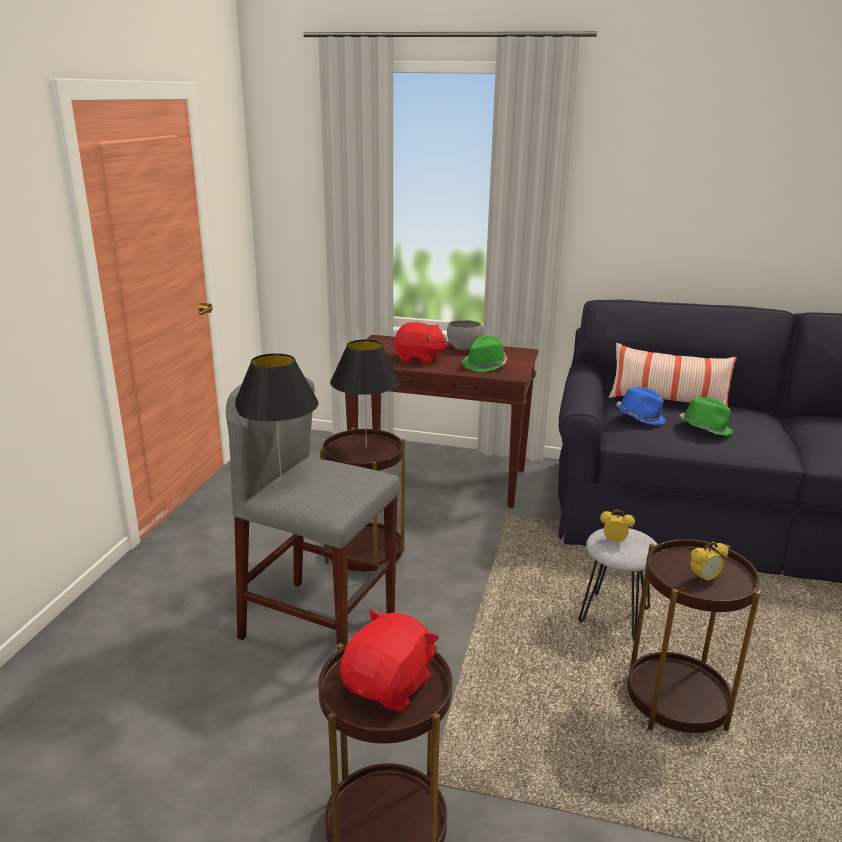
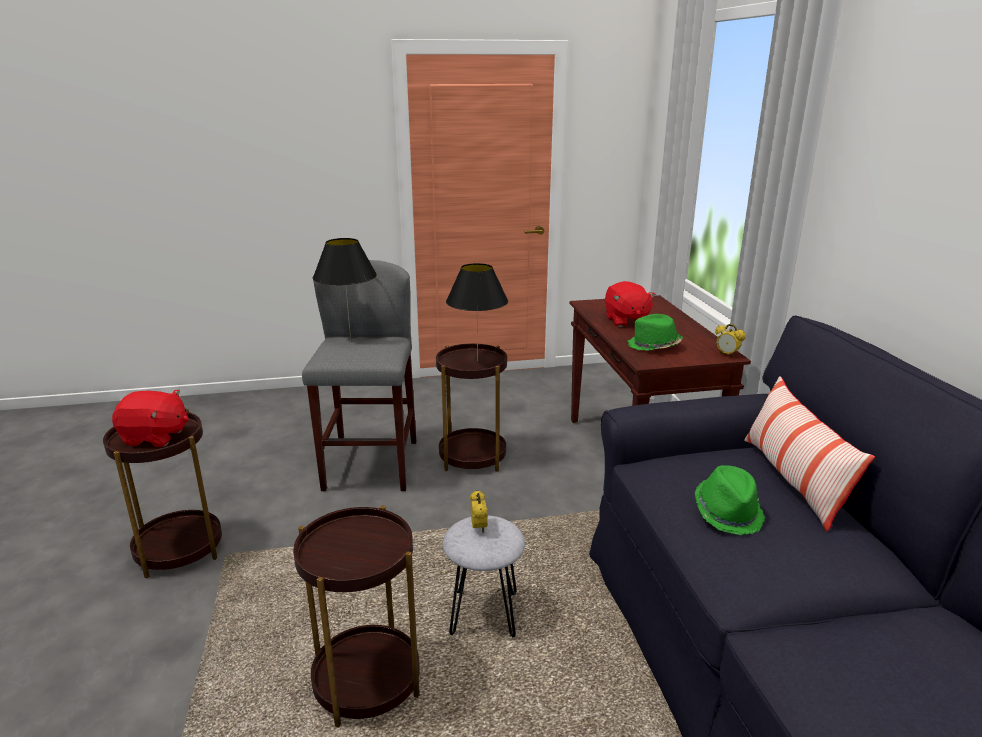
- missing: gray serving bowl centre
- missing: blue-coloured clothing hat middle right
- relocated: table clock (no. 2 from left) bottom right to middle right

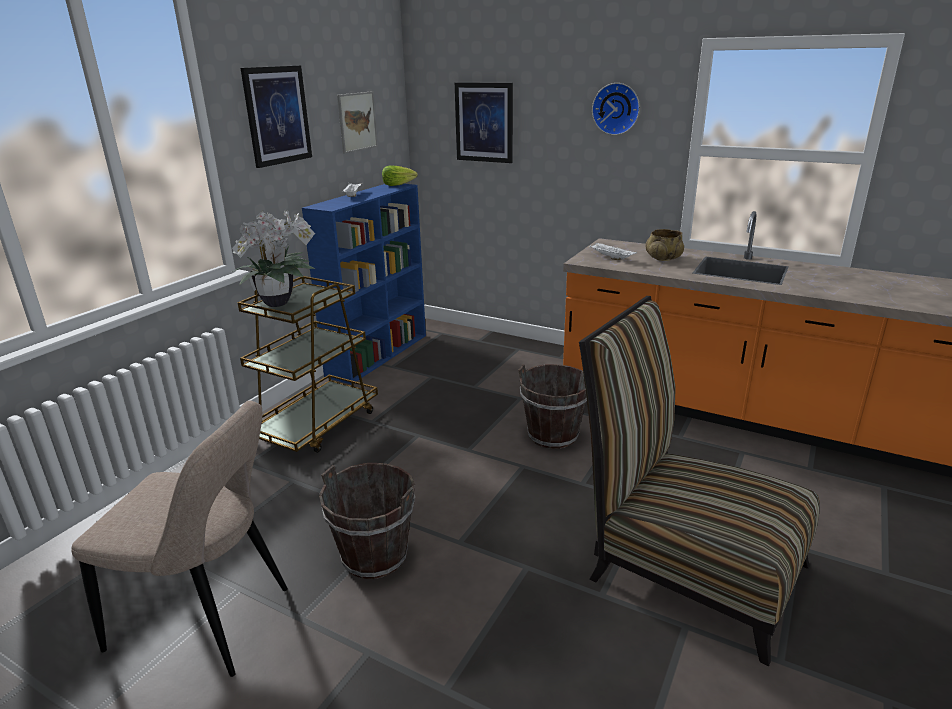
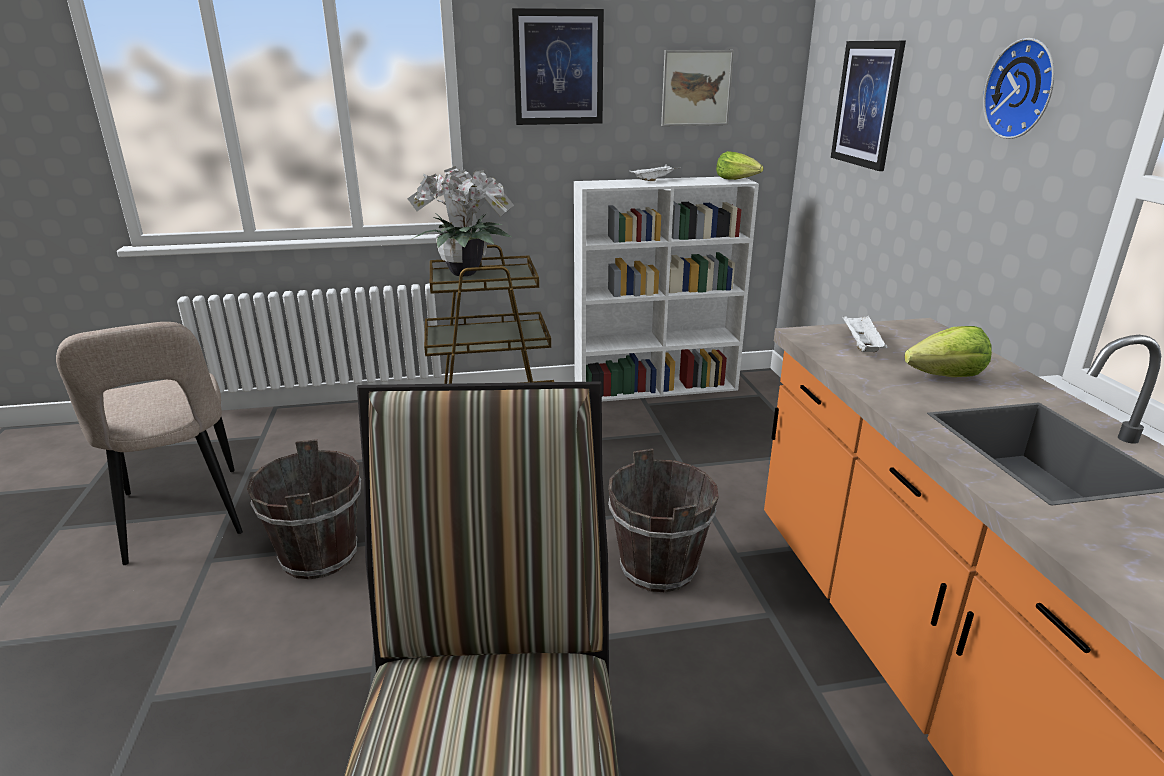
- colour: blue-coloured bookshelf centre to white bookshelf centre
- exchanged: beige serving bowl middle right to lettuce (no. 2 from left) middle right

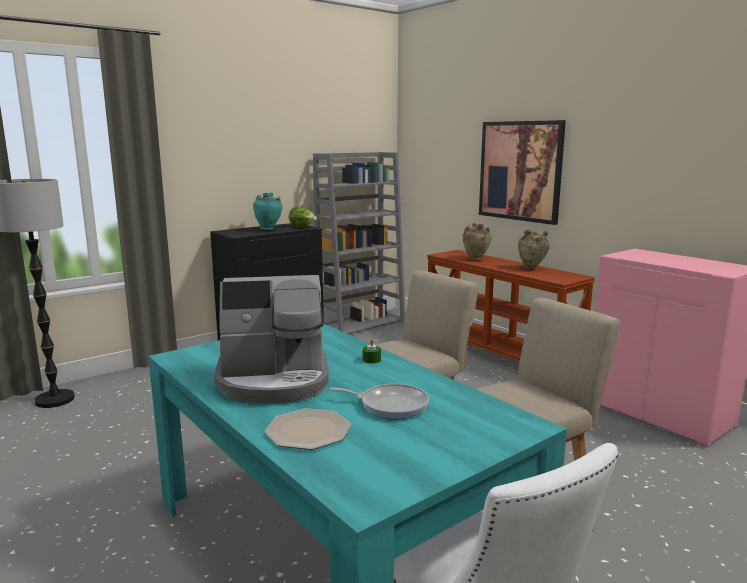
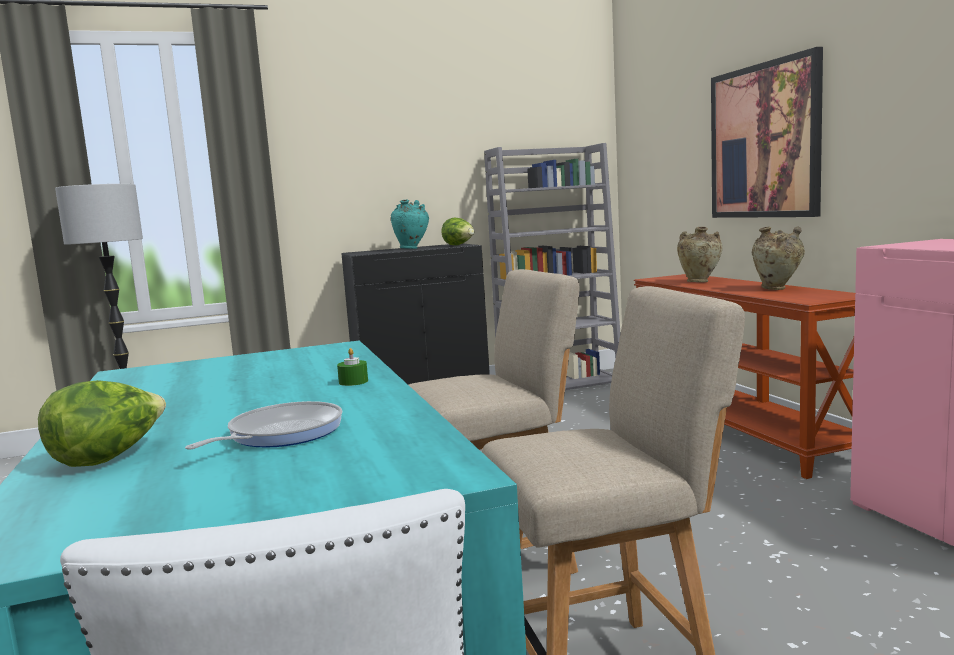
- missing: coffee maker centre
- spun: pan bottom centre = middle left 90 degrees counterclockwise
- exchanged: flat dish bottom centre to lettuce (no. 1 from left) middle left

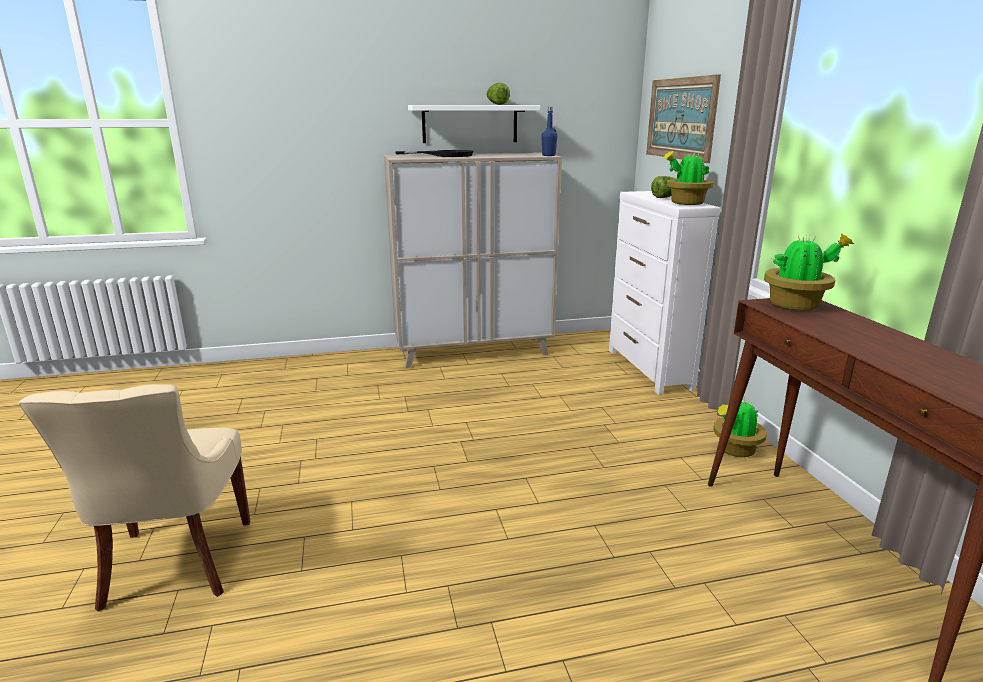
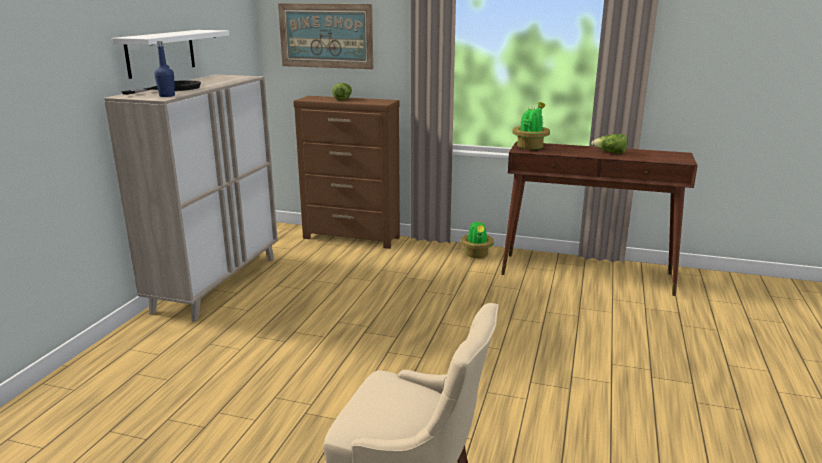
- relocated: lettuce (no. 1 from left in the first image) top centre to lettuce (no. 2 from left) top right
- relocated: blue-coloured bottle top centre to top left
- missing: houseplant (no. 1 from left) top right
- colour: white chest of drawers middle right to brown-coloured chest of drawers centre

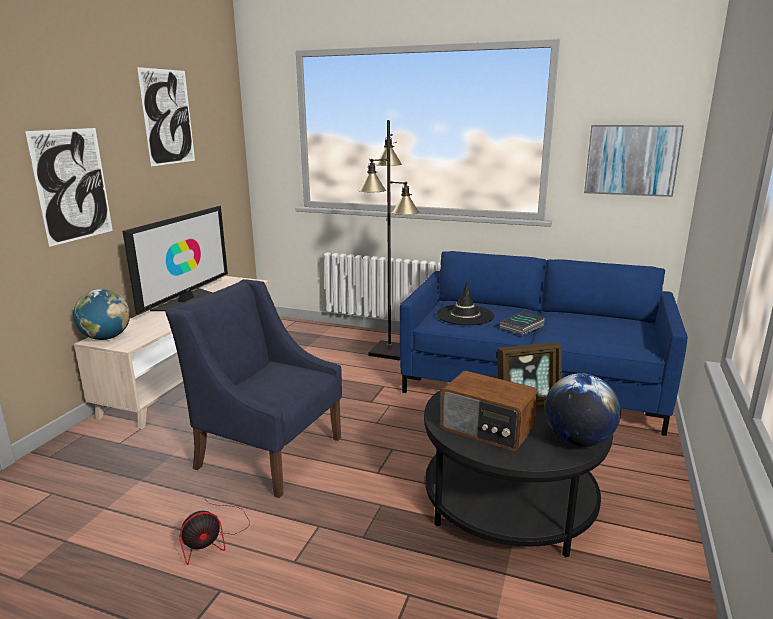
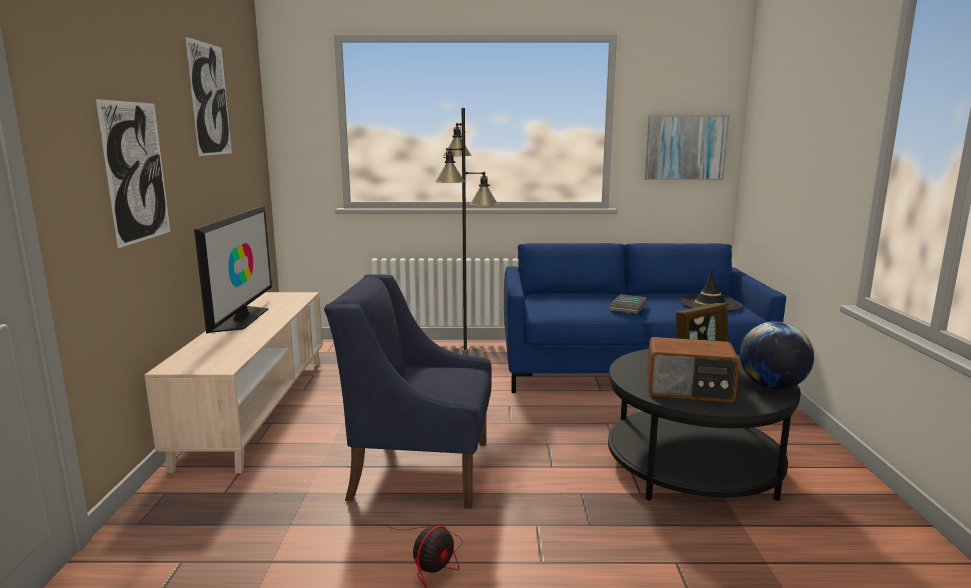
- relocated: black-coloured clothing hat centre to middle right
- missing: desk globe (no. 1 from left) middle left

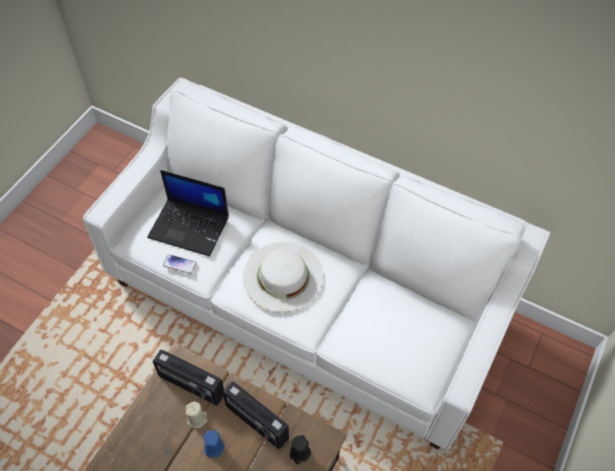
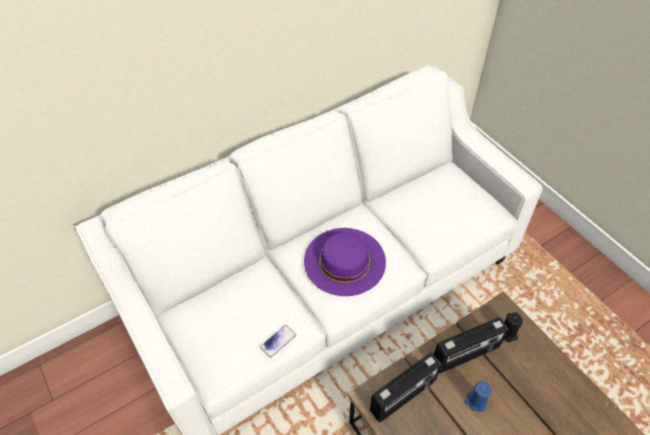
- missing: laptop middle left
- colour: white clothing hat centre to purple-coloured clothing hat centre
- missing: beige wax light bottom left

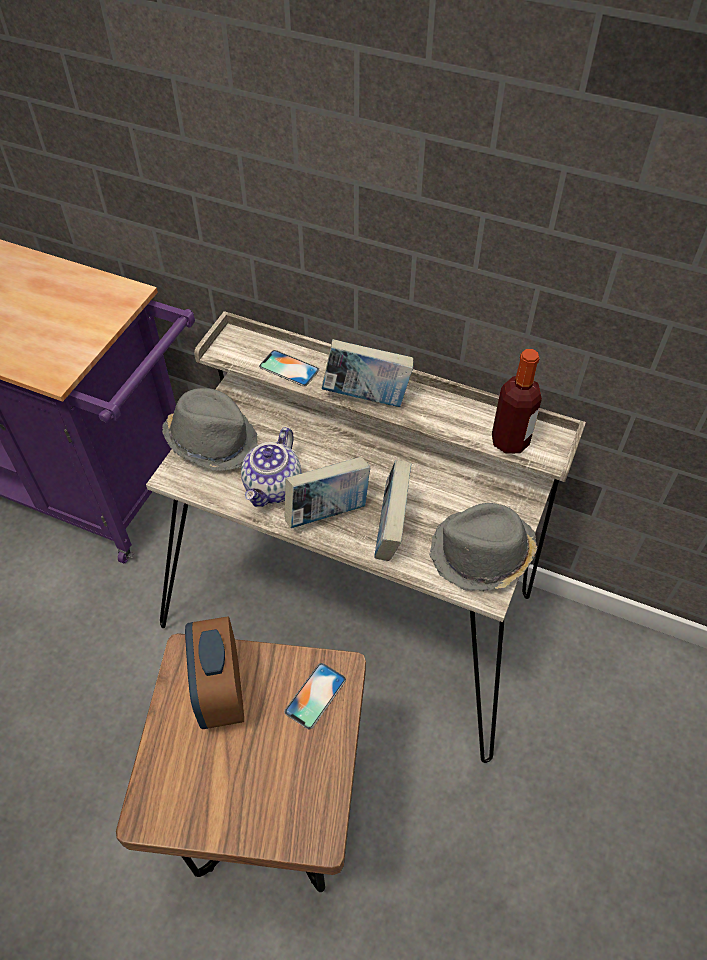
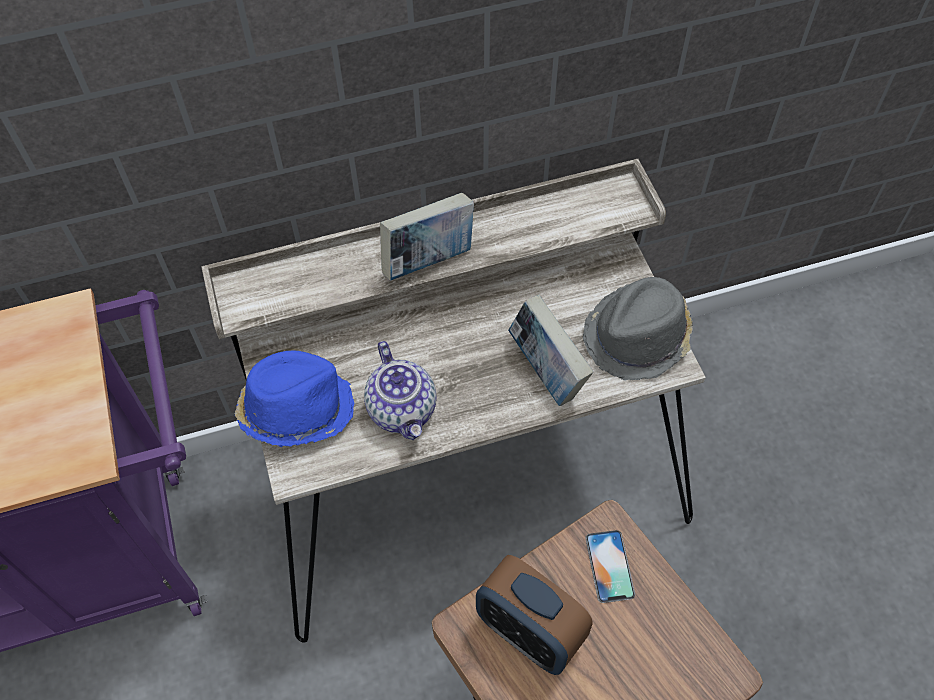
- missing: bottle middle right
- missing: telephone (no. 1 from left) centre
- colour: gray clothing hat (no. 1 from left) middle left to blue-coloured clothing hat middle left
- missing: book (no. 1 from left) centre

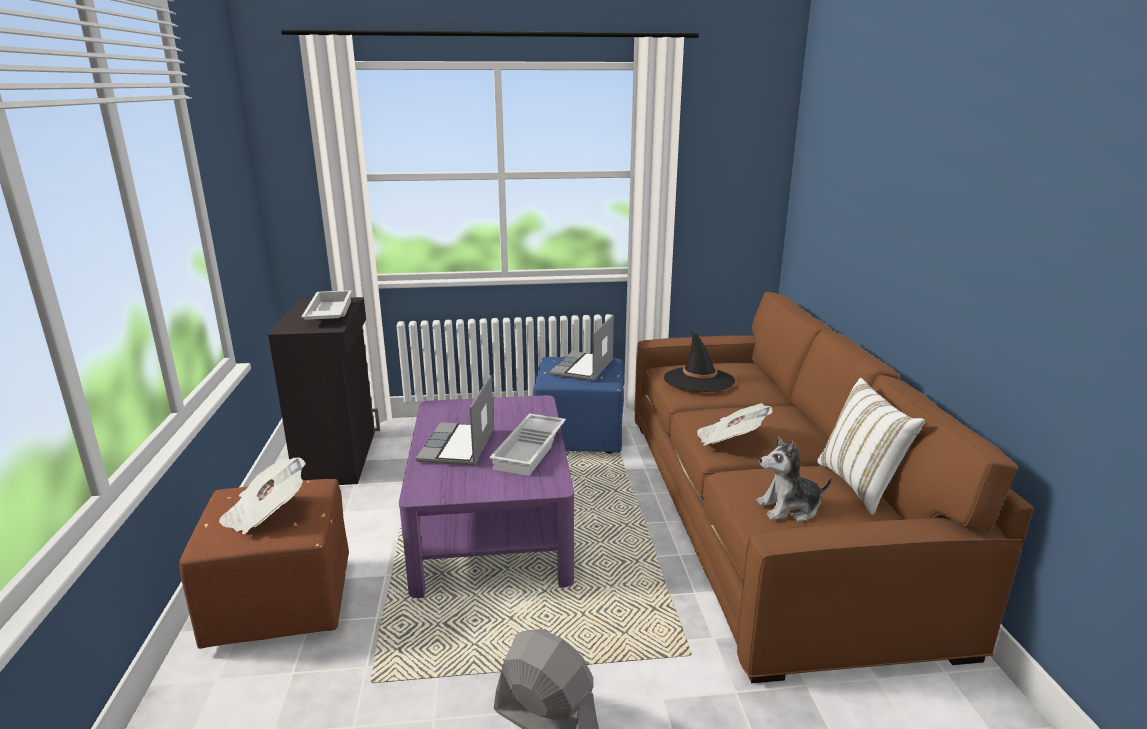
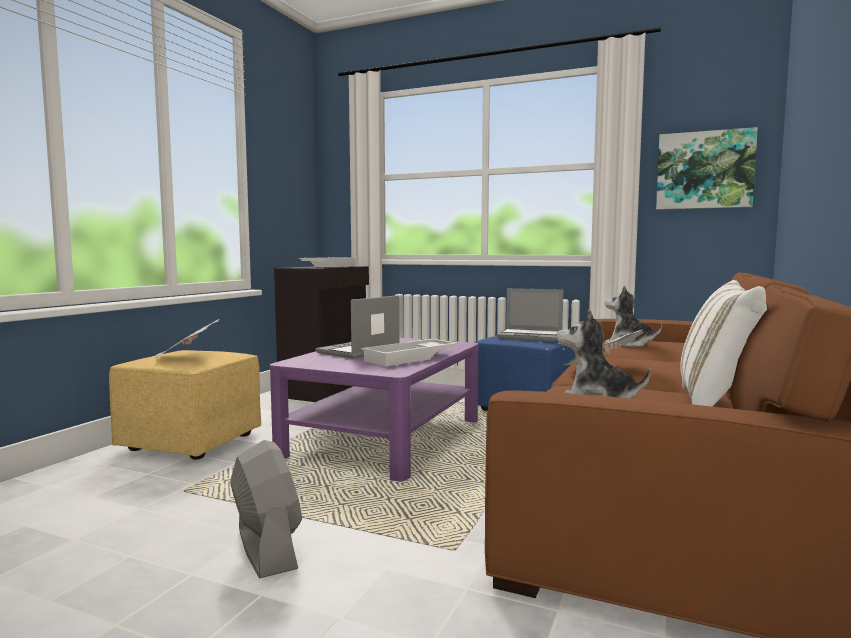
- spun: laptop (no. 2 from left) centre = centre 120 degrees counterclockwise
- exchanged: black-coloured clothing hat centre to cuddly toy (no. 2 from left) middle right
- colour: brown-coloured pouffe bottom left to yellowish pouffe middle left
- appeared: picture top right

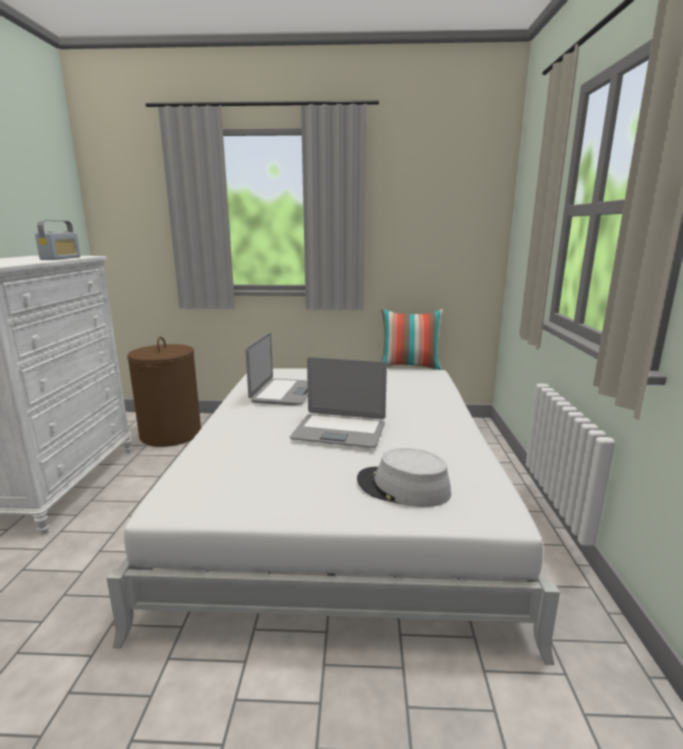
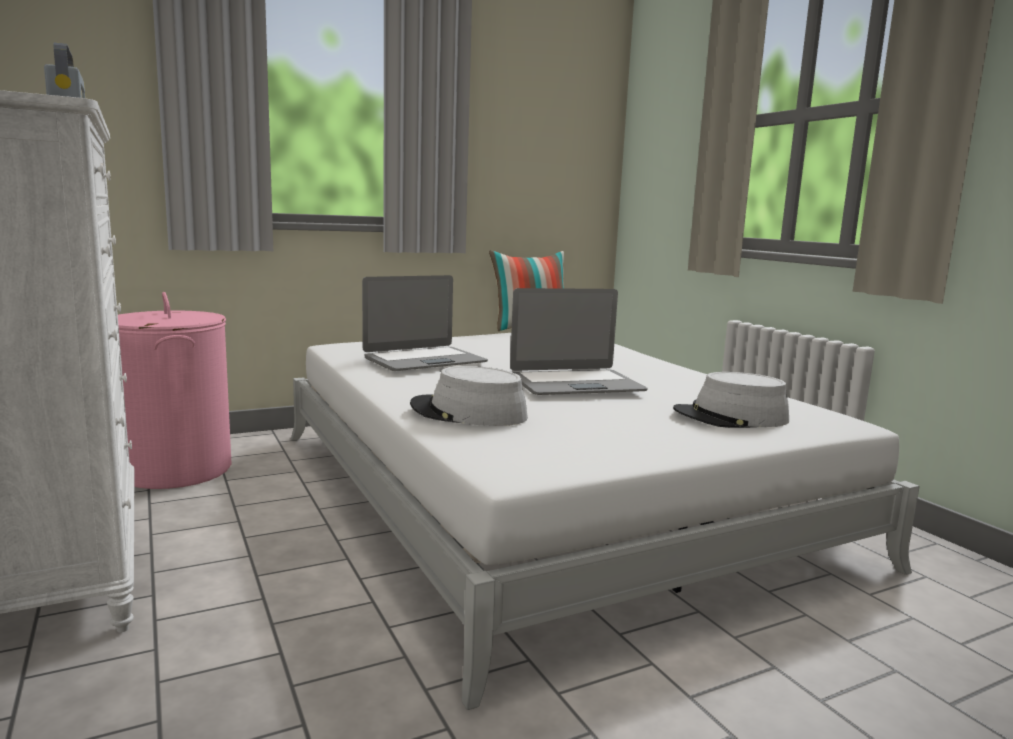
- spun: laptop (no. 1 from left) centre = centre 75 degrees clockwise
- colour: brown-coloured washing basket middle left to pinkish washing basket middle left
- appeared: gray clothing hat (no. 1 from left) centre

